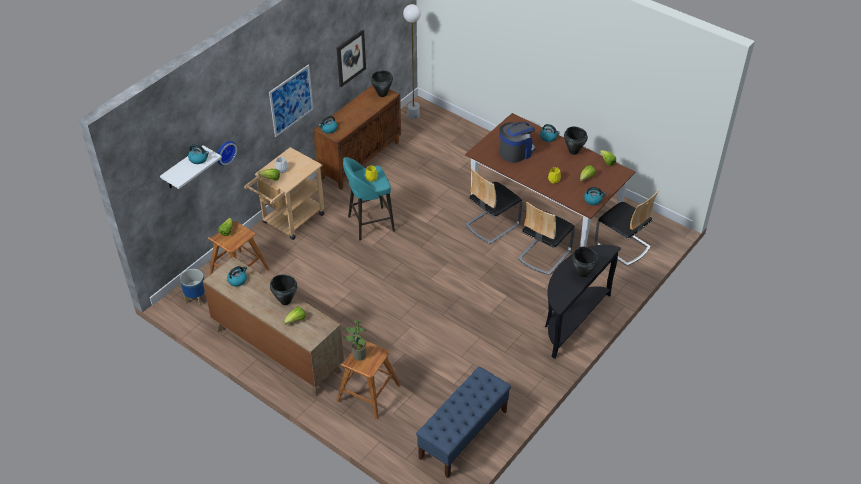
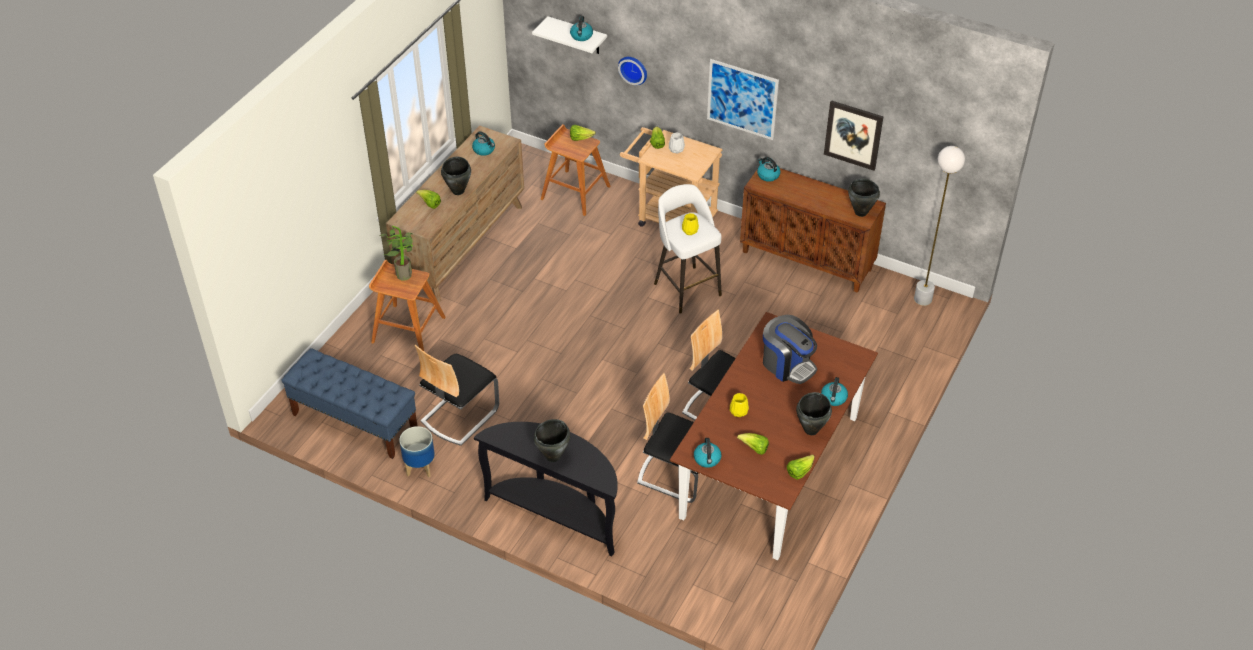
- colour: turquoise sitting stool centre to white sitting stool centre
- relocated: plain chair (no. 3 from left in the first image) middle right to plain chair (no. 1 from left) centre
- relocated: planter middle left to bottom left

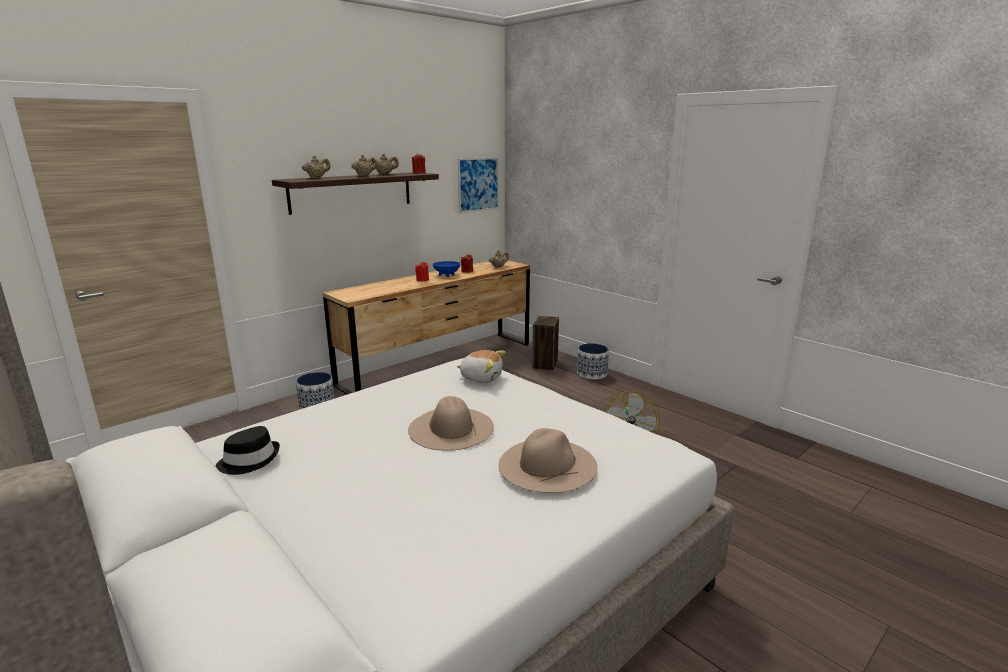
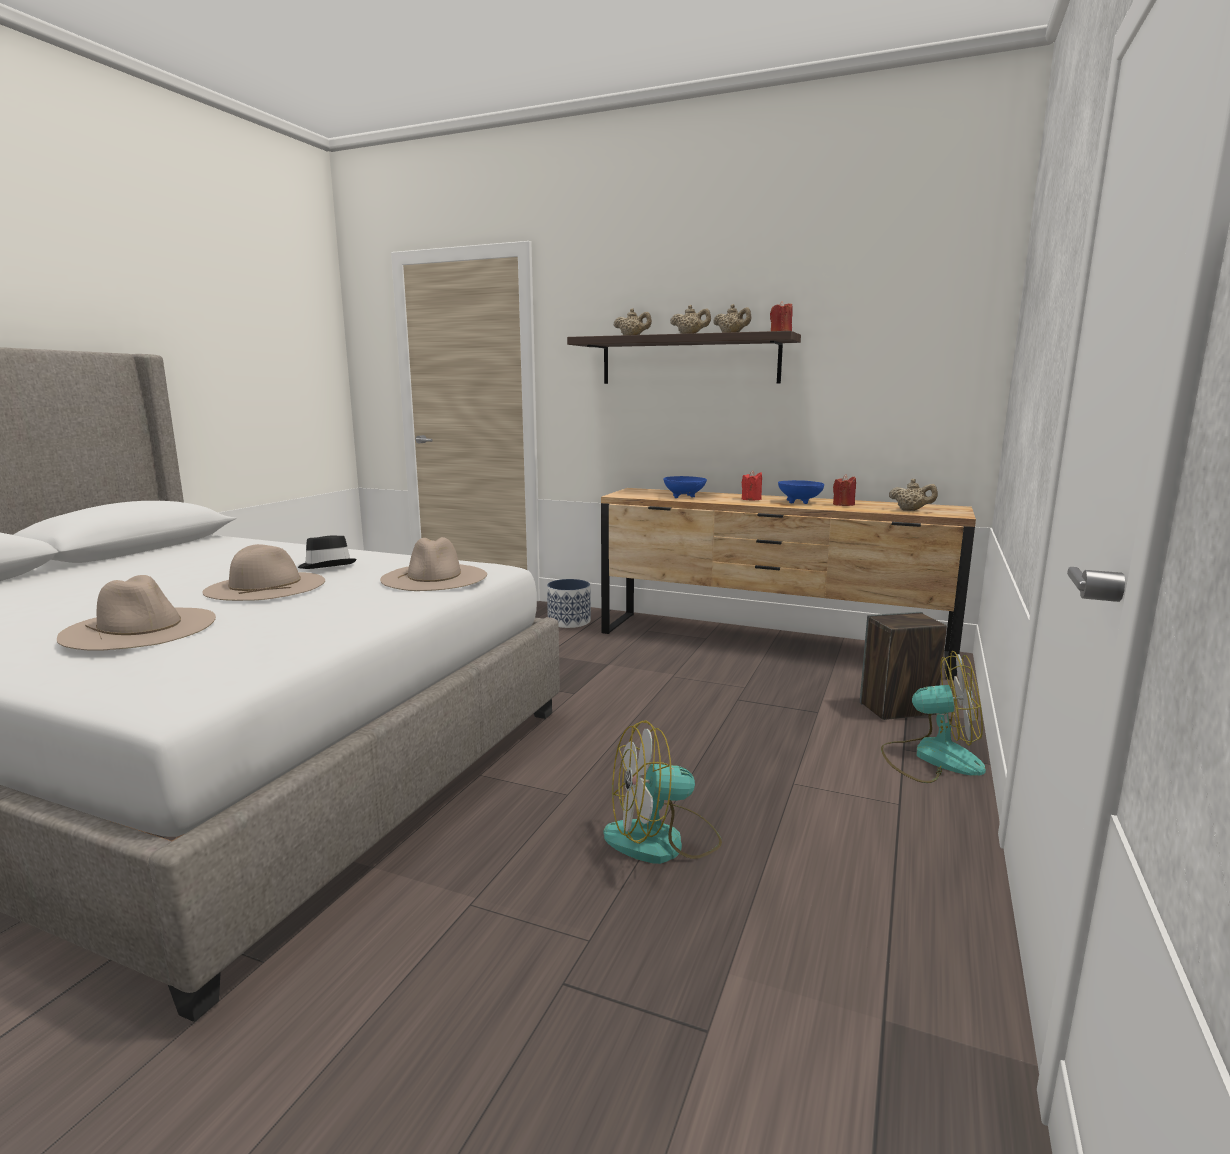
- missing: picture top centre
- exchanged: planter (no. 2 from left) centre to electric fan (no. 2 from left) middle right
- exchanged: cuddly toy centre to beige clothing hat (no. 3 from left) centre
- relocated: black-coloured clothing hat bottom left to middle left
- appeared: blue-coloured serving bowl (no. 1 from left) centre

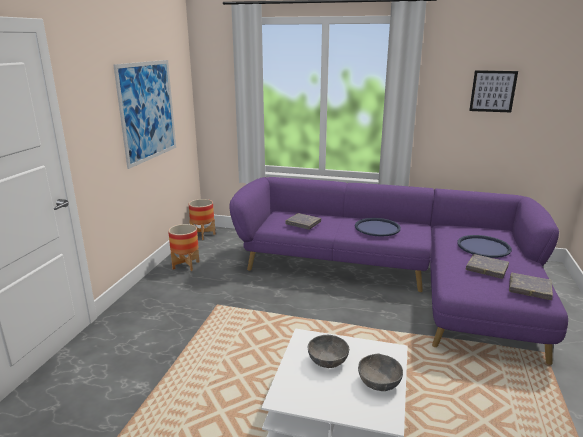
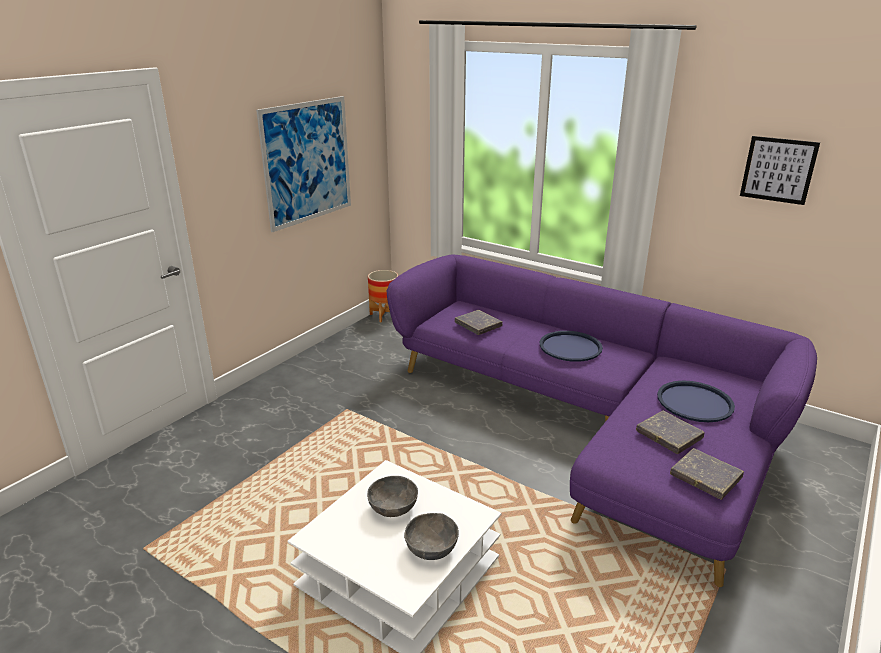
- missing: planter (no. 1 from left) middle left

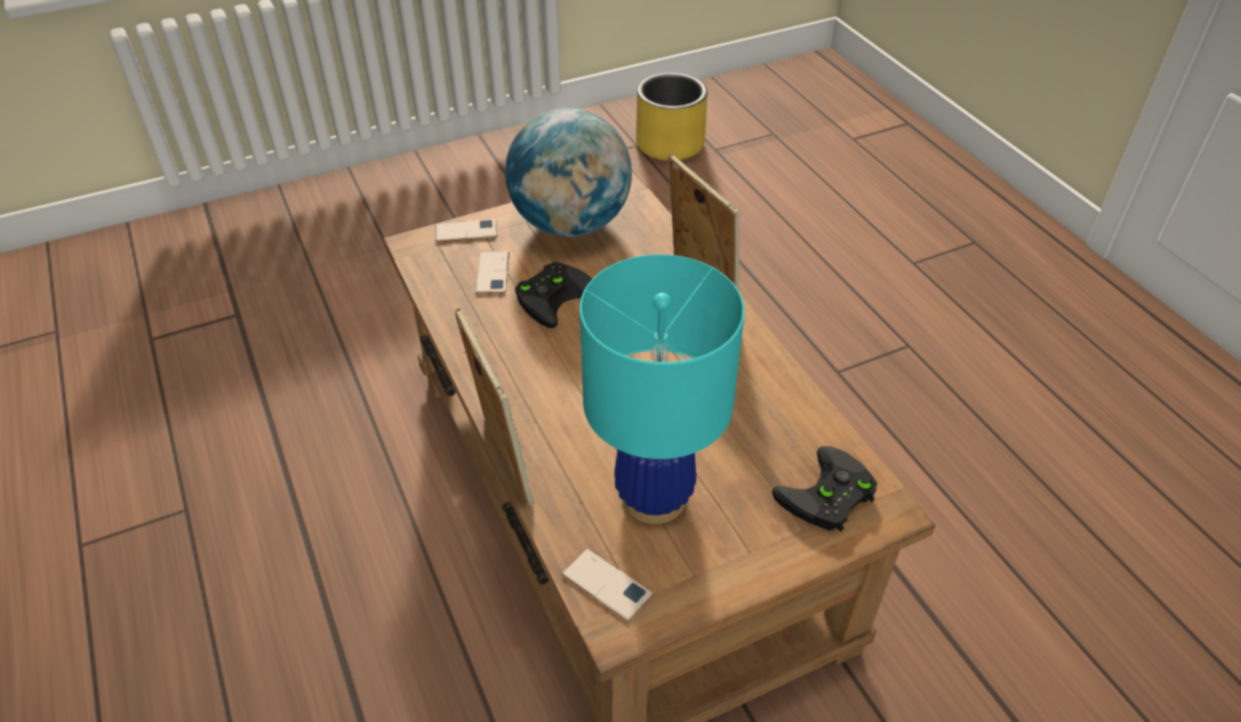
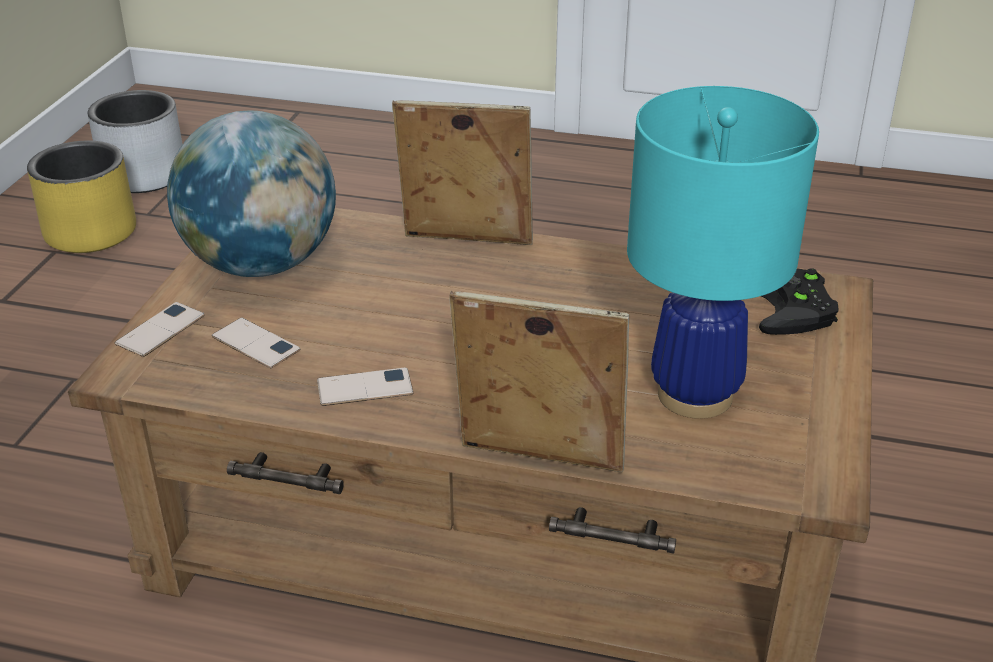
- missing: black-coloured game controller (no. 1 from left) centre
- relocated: telephone (no. 3 from left) bottom centre to centre
- appeared: gray planter top left

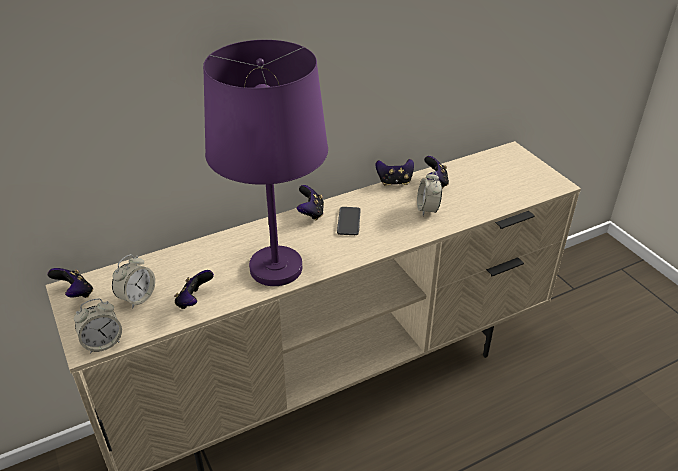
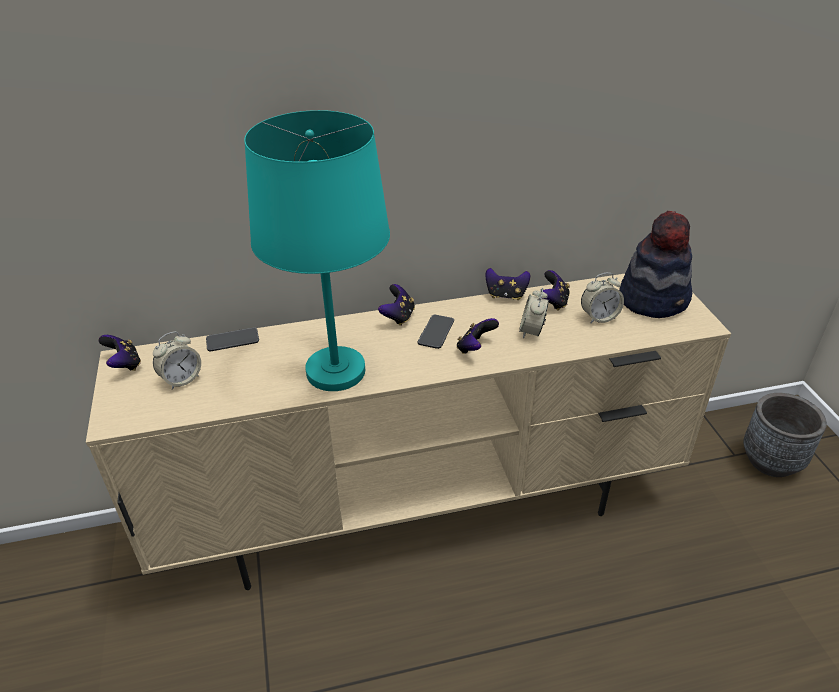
- colour: purple-coloured lamp for a table centre to turquoise lamp for a table centre
- relocated: game controller (no. 2 from left in the first image) middle left to game controller (no. 3 from left) centre
- relocated: table clock (no. 1 from left in the first image) bottom left to table clock (no. 3 from left) middle right
- appeared: clothing hat middle right
- appeared: telephone (no. 1 from left) middle left
- appeared: gray planter middle right

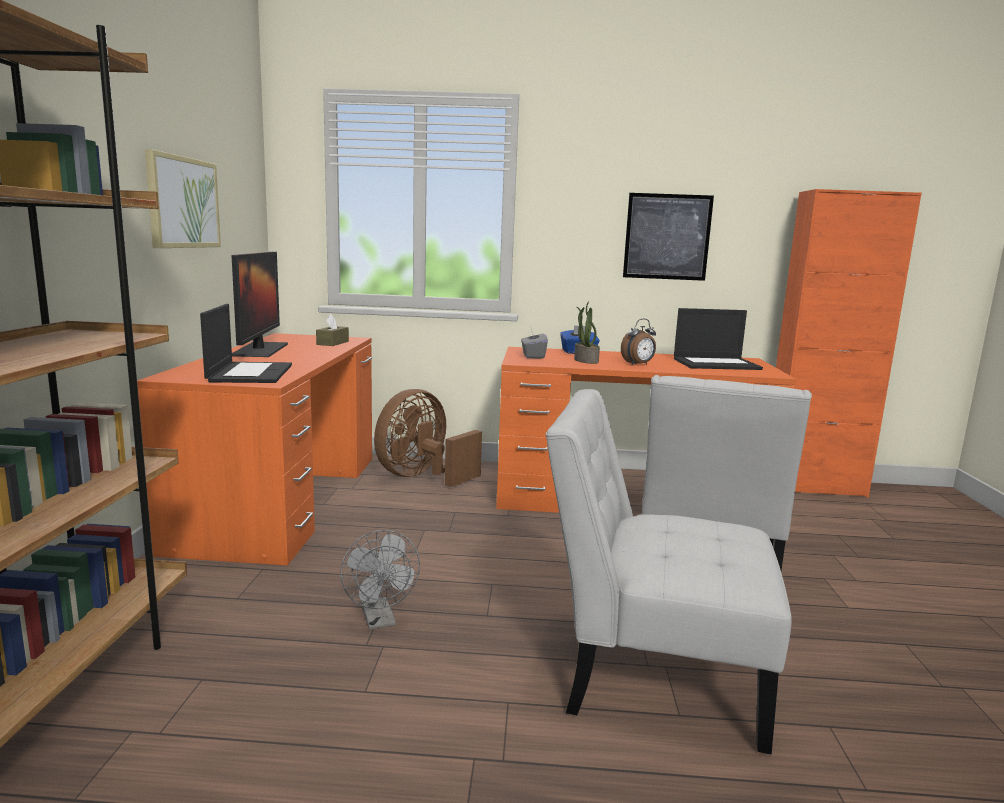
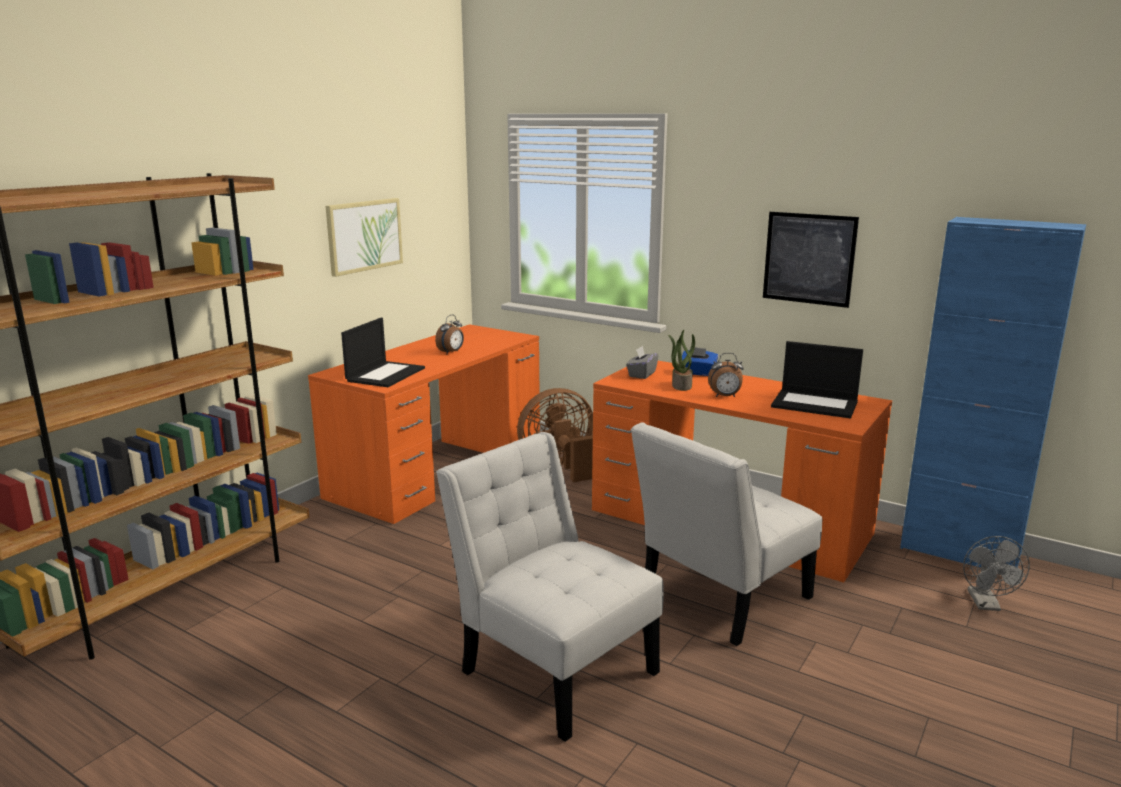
- colour: orange-coloured storage cabinet middle right to blue-coloured storage cabinet middle right
- missing: computer display middle left
- missing: brown-coloured tissue box middle left
- relocated: gray electric fan bottom centre to bottom right
- appeared: table clock (no. 1 from left) centre

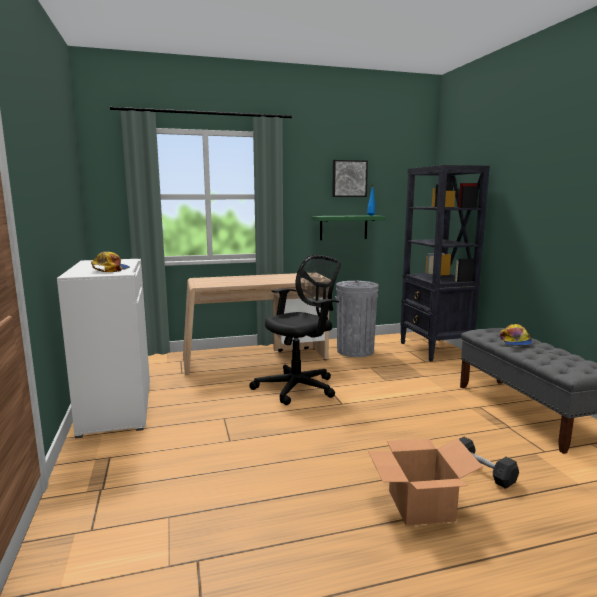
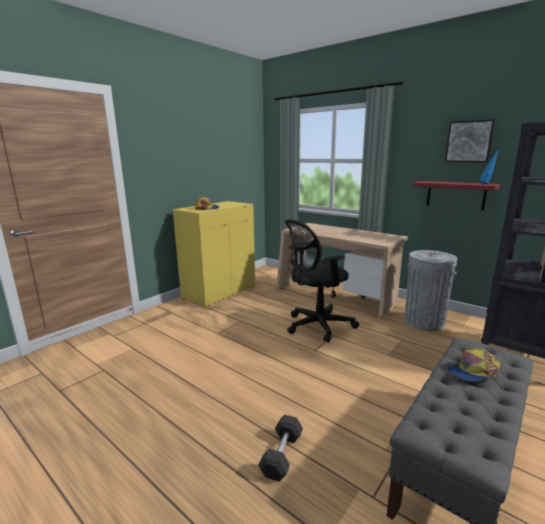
- colour: greenish wall shelf centre to red wall shelf middle right
- spun: black-coloured desk chair centre = centre 135 degrees clockwise
- colour: white storage cabinet middle left to yellowish storage cabinet centre
- missing: carton bottom right

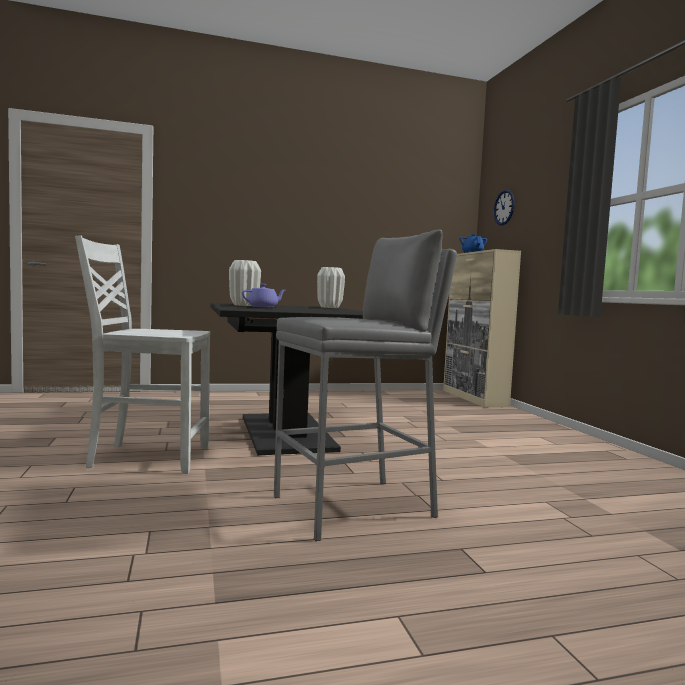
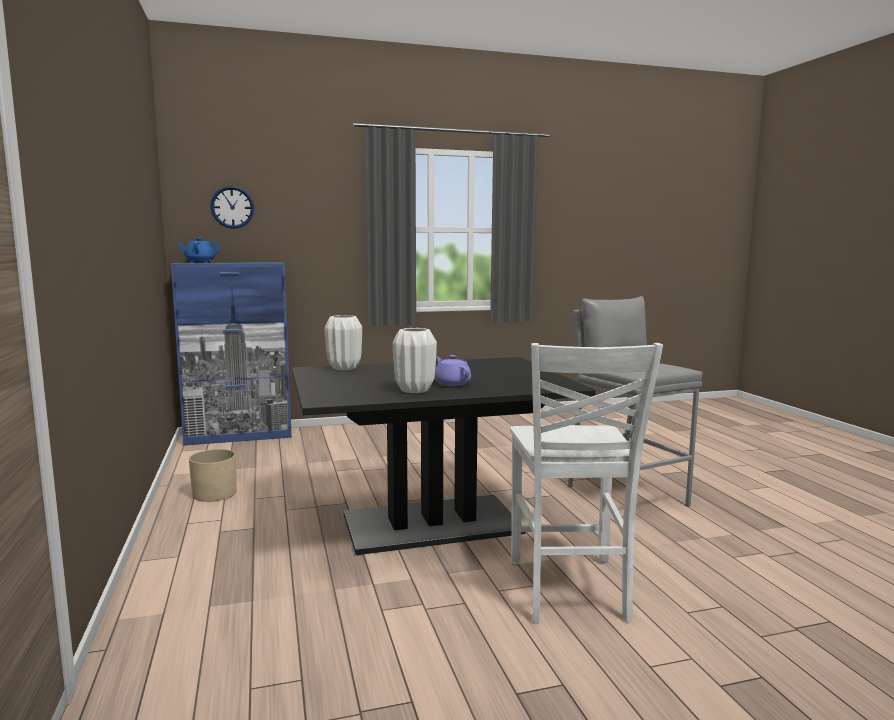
- colour: beige storage cabinet middle right to blue-coloured storage cabinet middle left
- appeared: beige planter middle left

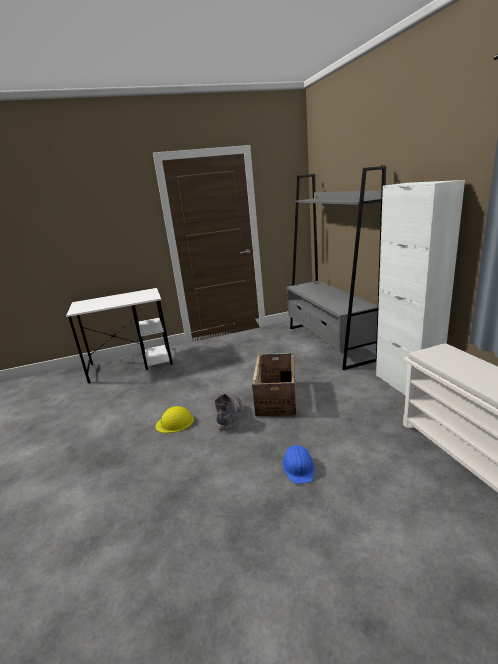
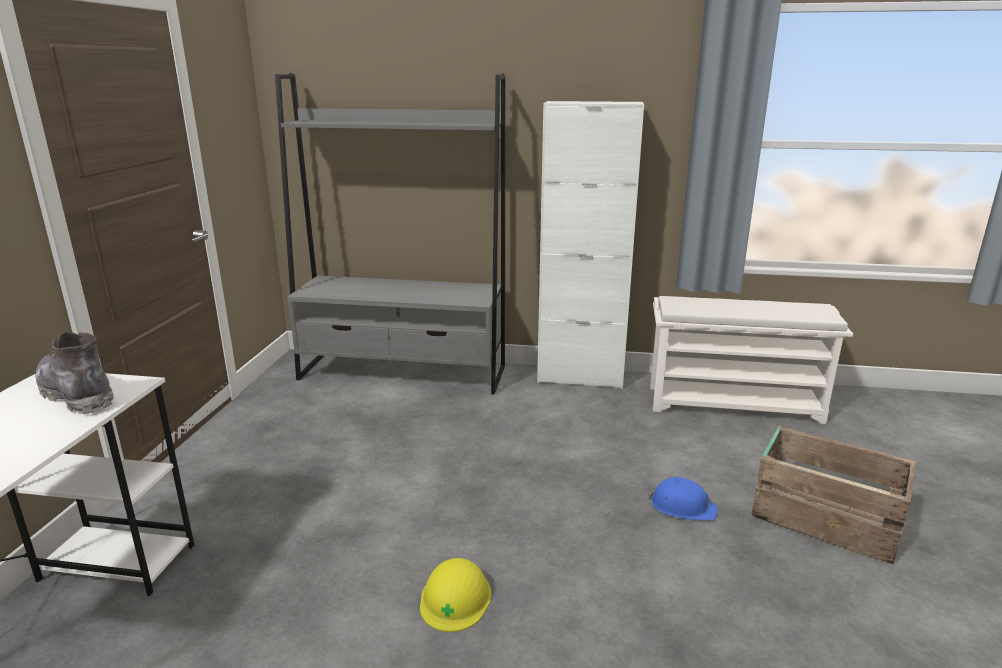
- relocated: shipping crate centre to bottom right
- relocated: gray high-top boot centre to middle left

